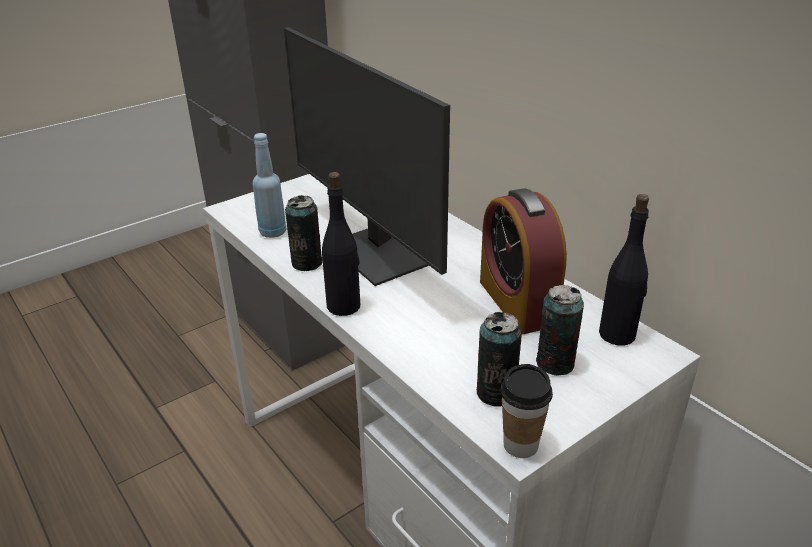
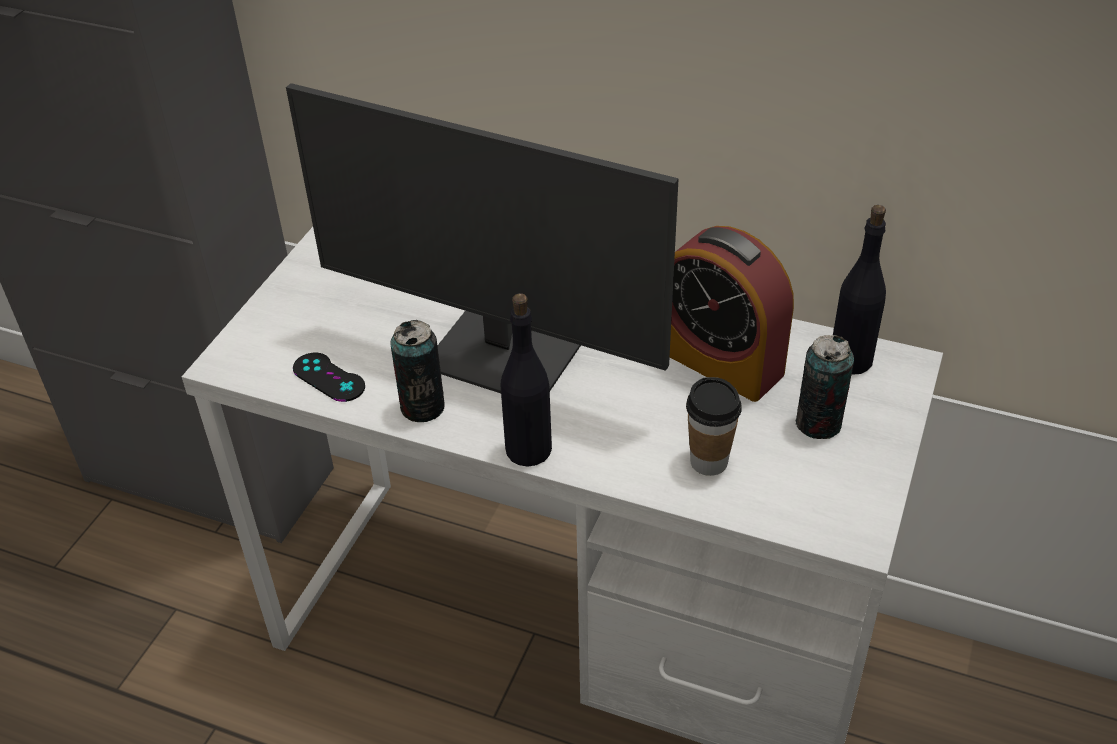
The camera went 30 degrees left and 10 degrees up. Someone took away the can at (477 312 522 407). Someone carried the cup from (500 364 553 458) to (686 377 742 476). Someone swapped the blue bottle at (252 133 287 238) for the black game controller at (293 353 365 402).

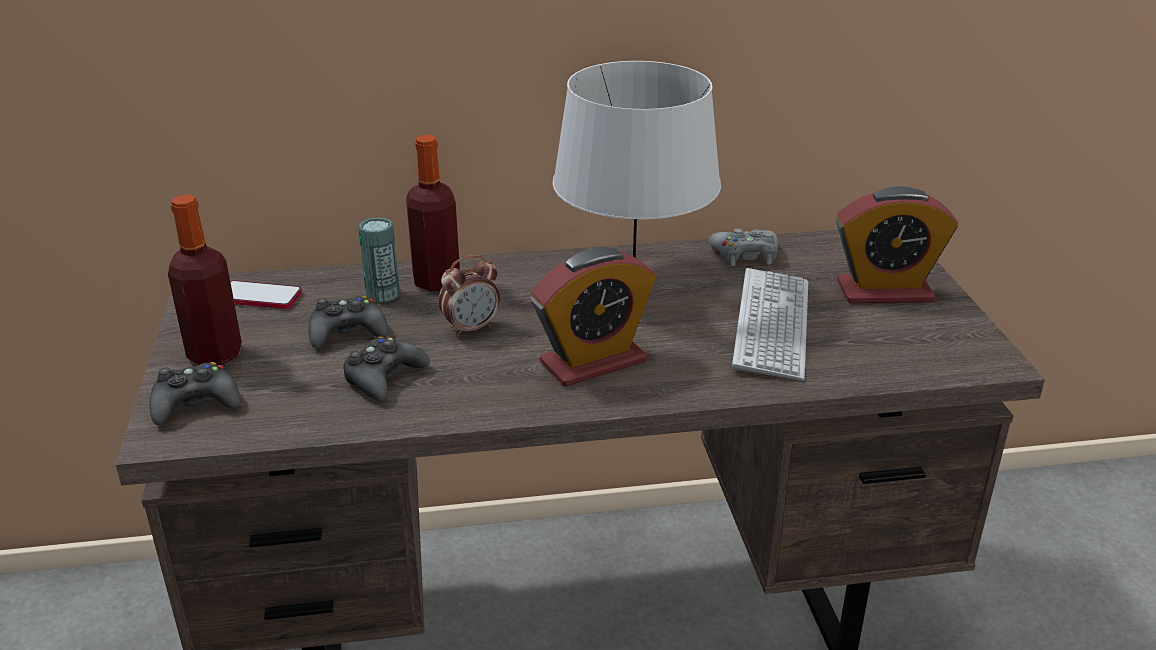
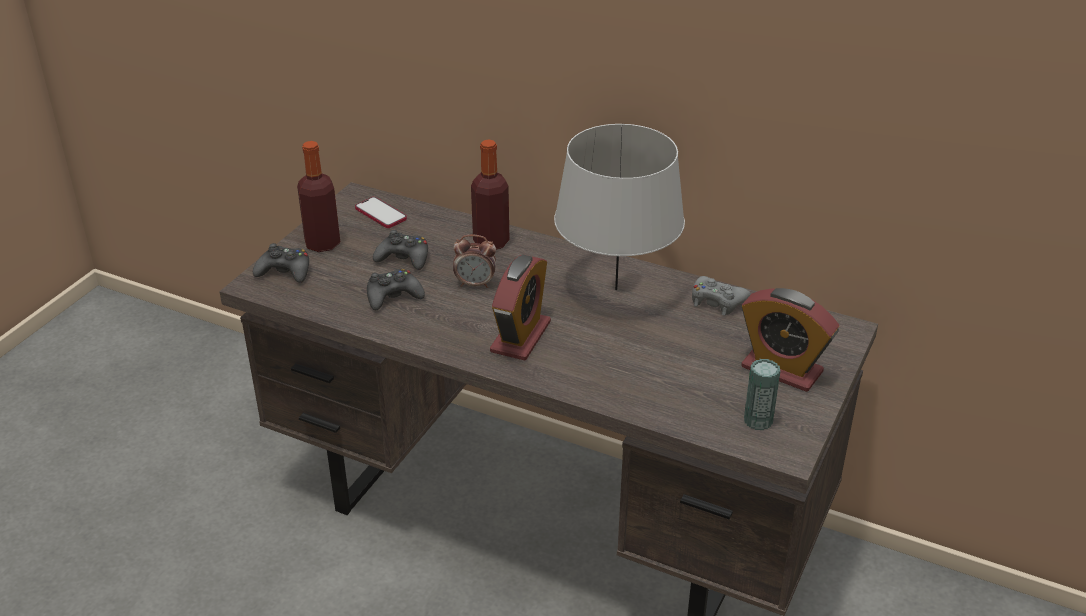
The camera went 35 degrees right and 5 degrees up. Someone took away the keyboard at (732 268 808 380). Someone carried the can from (358 217 400 303) to (744 359 780 430). Someone rotated the alarm clock at (531 247 656 387) by 75 degrees counterclockwise.

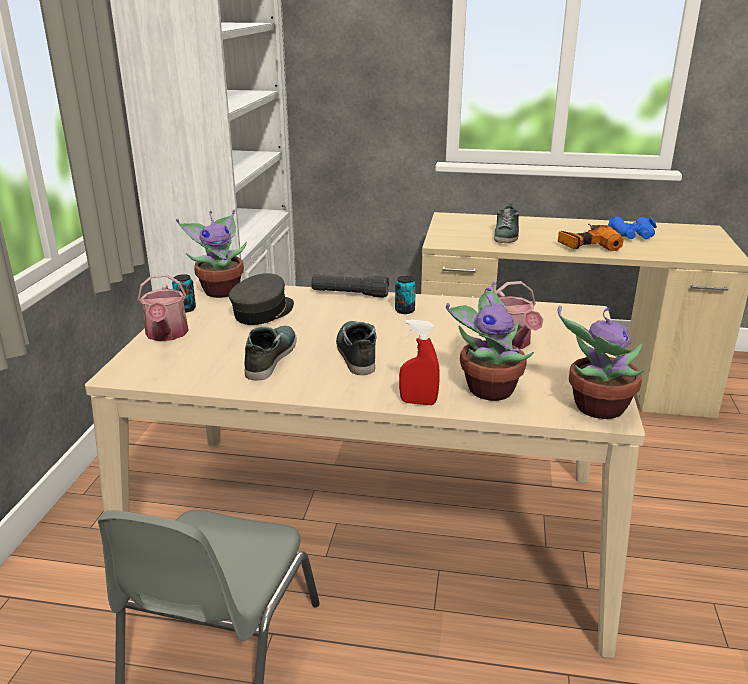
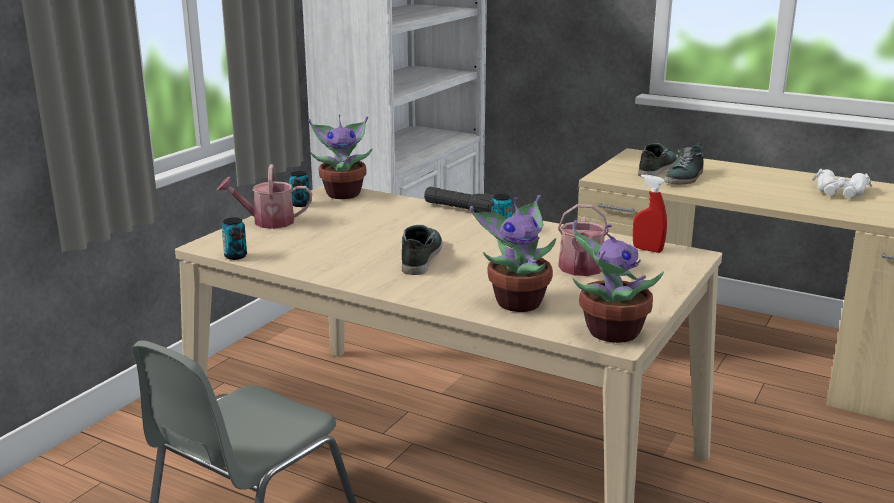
The camera went 20 degrees right and 5 degrees down. Someone took away the grey cap at (229 273 294 325). Someone took away the power drill at (558 223 624 251). Someone put down the can at (222 217 247 260). Someone carried the shoe from (244 326 297 381) to (638 143 677 176). Someone carried the red spray bottle from (399 320 440 405) to (633 175 667 253). Someone repainted the blue binoculars at (608 217 657 240), which became the white binoculars at (812 169 873 198). Someone rotated the watering can at (138 274 189 341) by 75 degrees clockwise.

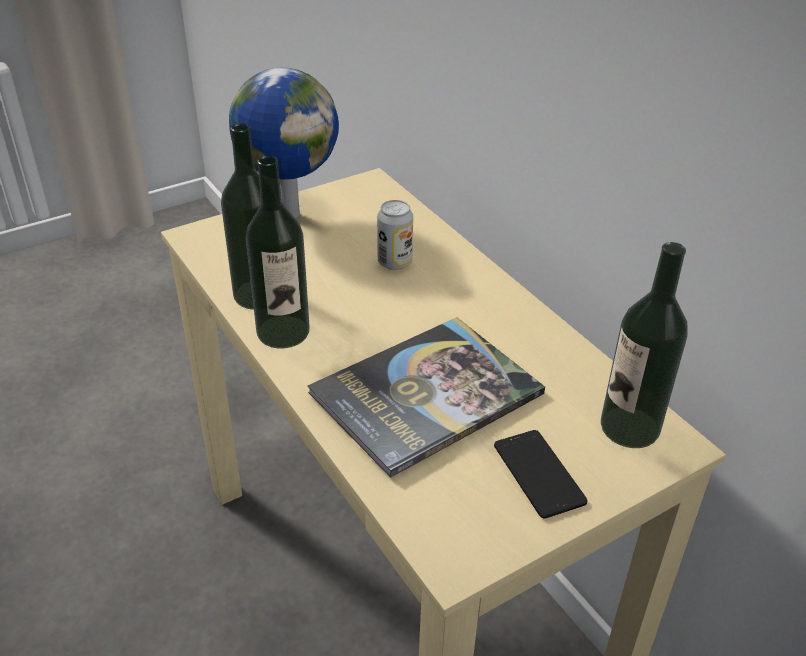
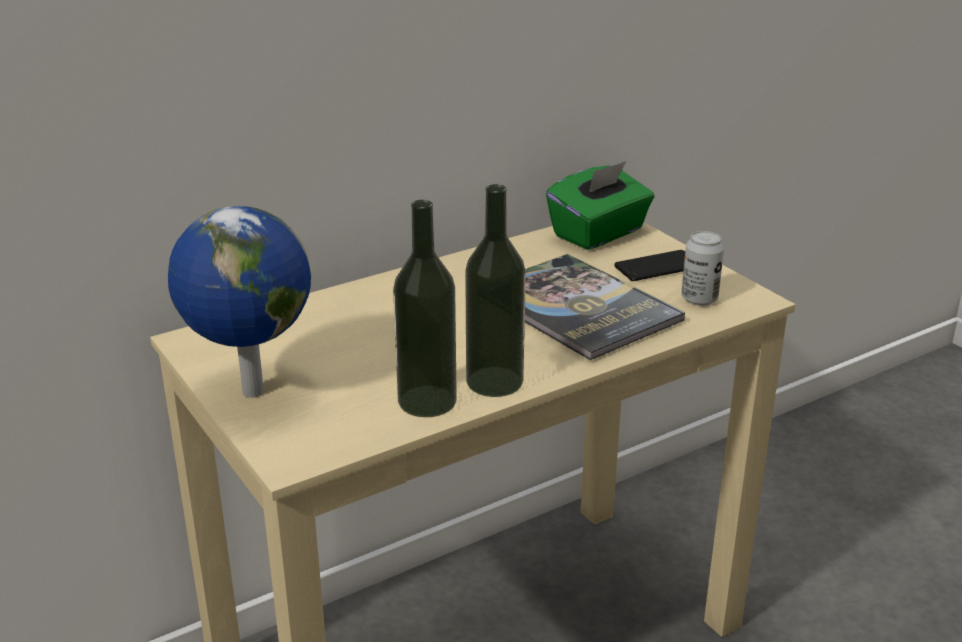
The camera went 90 degrees left and 10 degrees down. Someone carried the can from (377 200 413 270) to (681 231 724 306). Someone swapped the bottle at (601 242 688 448) for the green tissue box at (546 161 654 250).

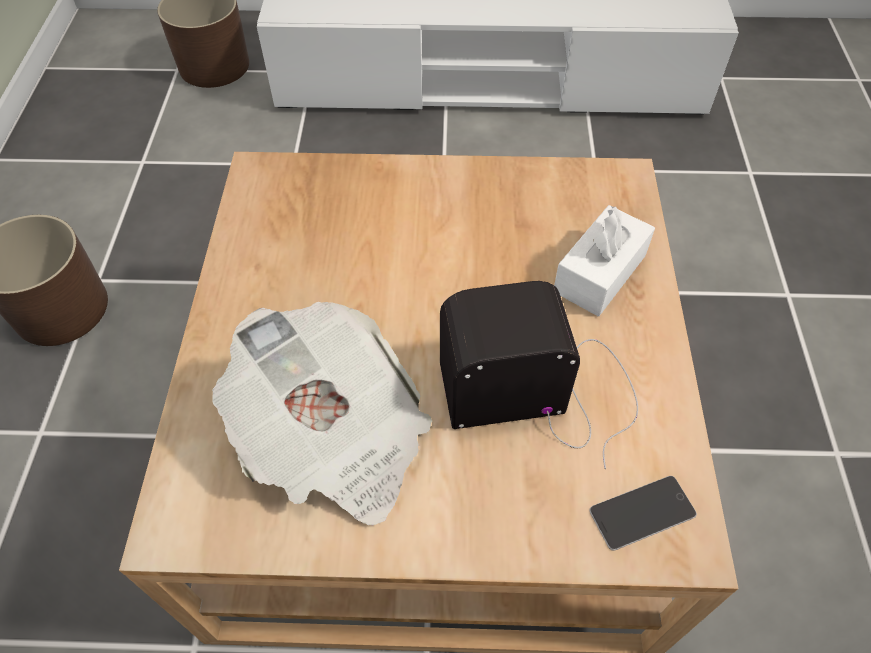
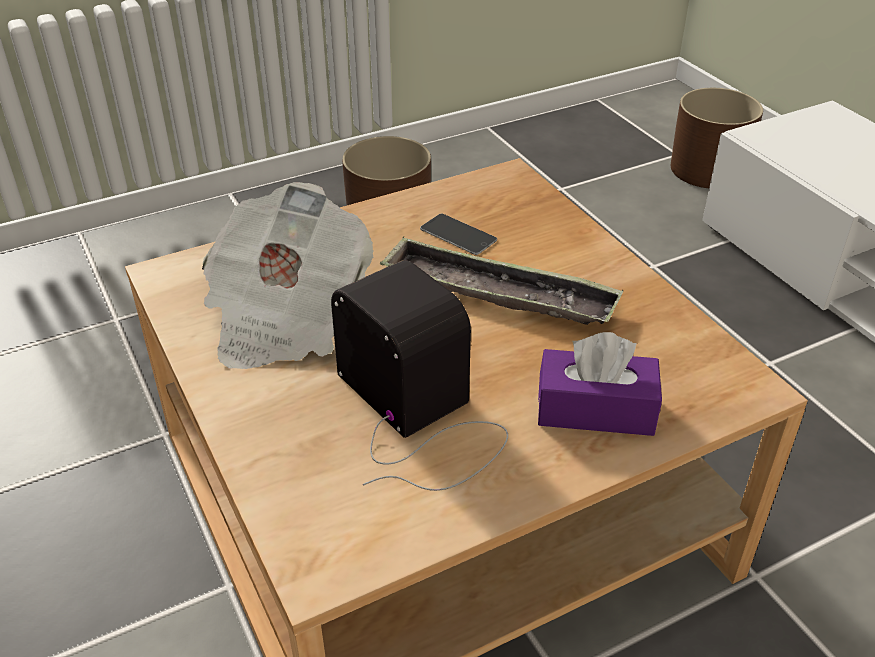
The camera went 60 degrees right and 15 degrees down. Someone put down the tray at (380 237 624 325). Someone carried the phone from (589 476 697 551) to (420 214 497 255). Someone repainted the white tissue box at (554 205 655 316), which became the purple tissue box at (538 332 662 436).

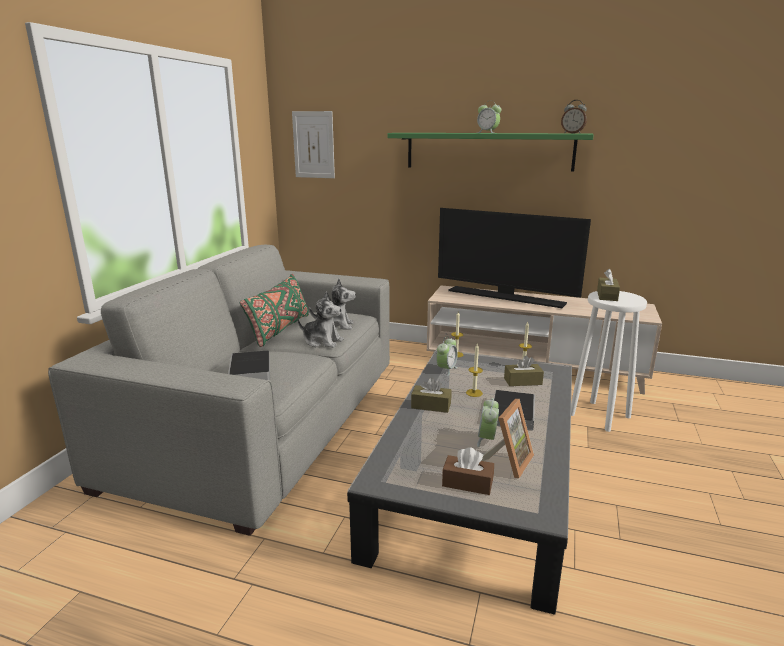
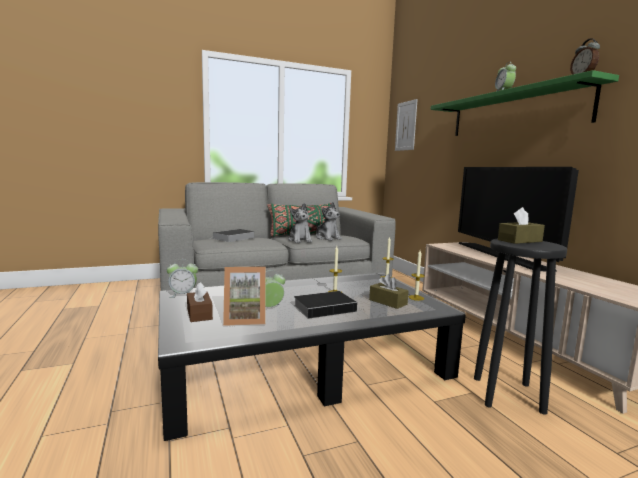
The camera went 50 degrees right and 10 degrees down. Someone took away the brown tissue box at (411 378 452 413). Someone carried the alarm clock from (436 336 458 376) to (167 259 198 298). Someone repainted the white stool at (571 291 647 432), which became the black stool at (474 238 567 415).

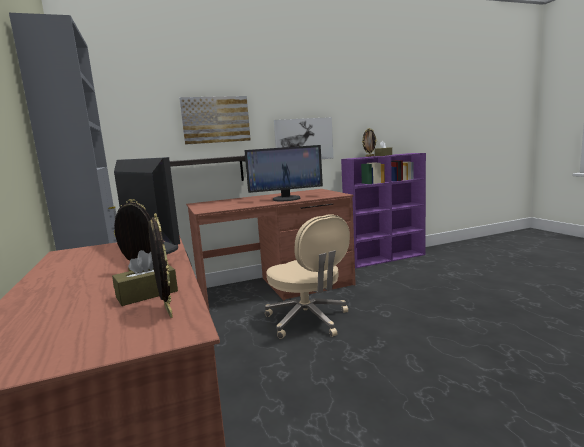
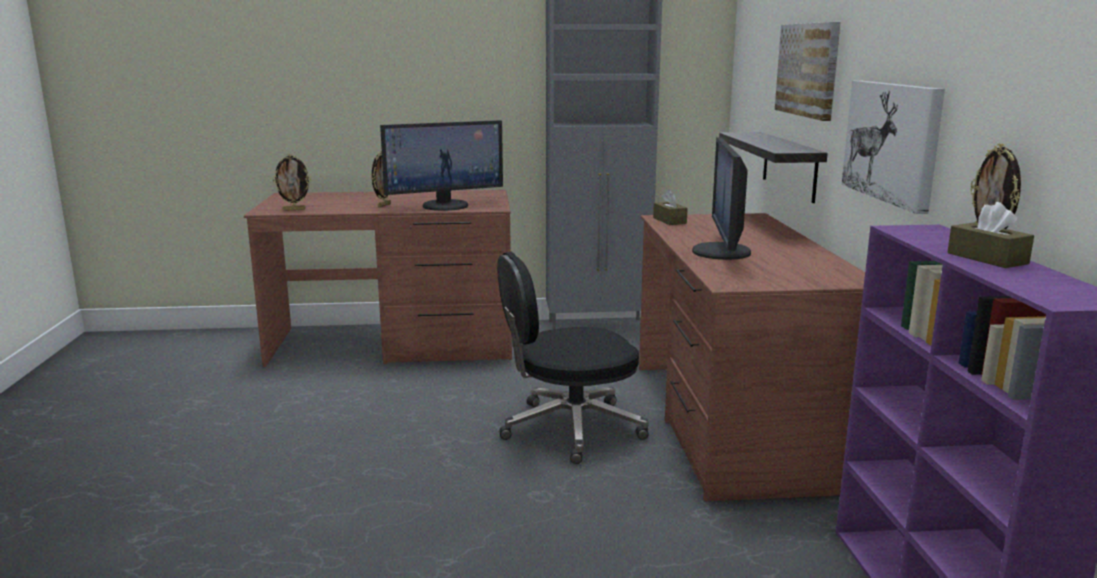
The camera went 105 degrees right and 5 degrees up. Someone carried the brown tissue box from (112 250 178 306) to (653 190 688 225). Someone repainted the beige office chair at (265 214 350 339), which became the black office chair at (497 252 649 464).

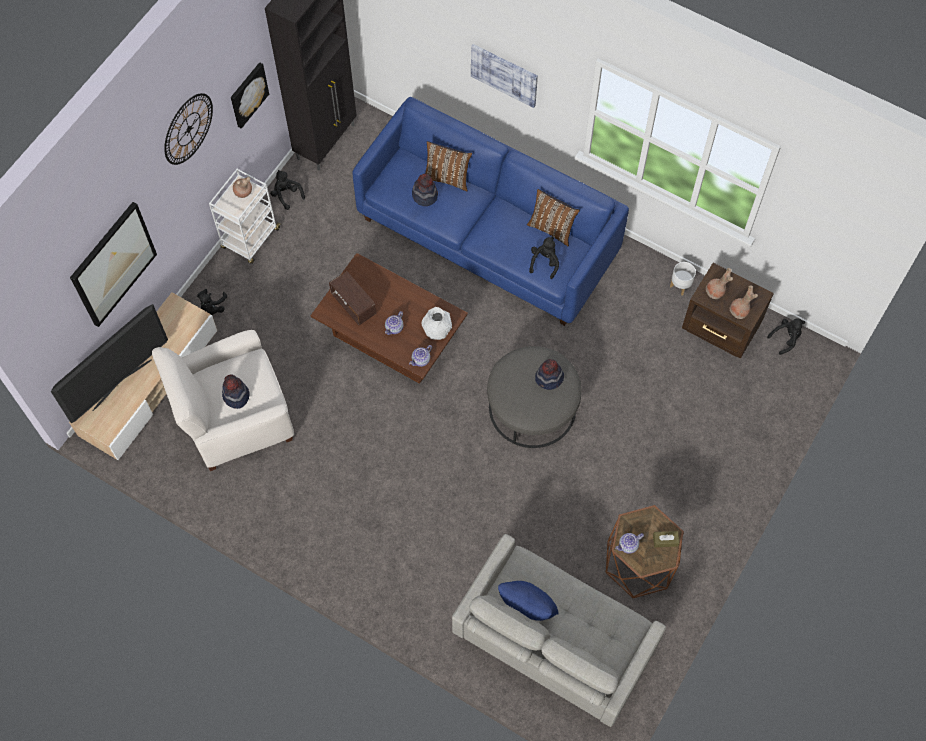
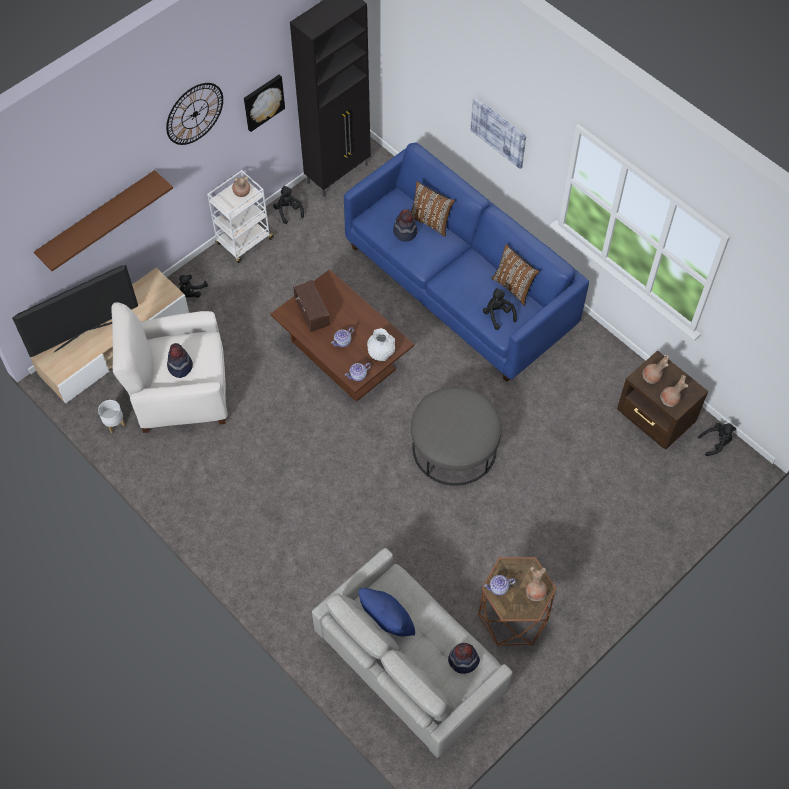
The camera went 15 degrees right and 5 degrees down. Someone carried the hat from (535 359 564 390) to (448 643 480 674). Someone carried the white planter from (670 262 696 295) to (98 400 125 433). Someone swapped the picture at (70 202 157 327) for the brown shelf at (34 170 173 271). Someone swapped the brown tissue box at (653 531 679 548) for the brown vase at (526 567 547 601). Someone rotated the black plush toy at (529 237 559 279) by 60 degrees counterclockwise.

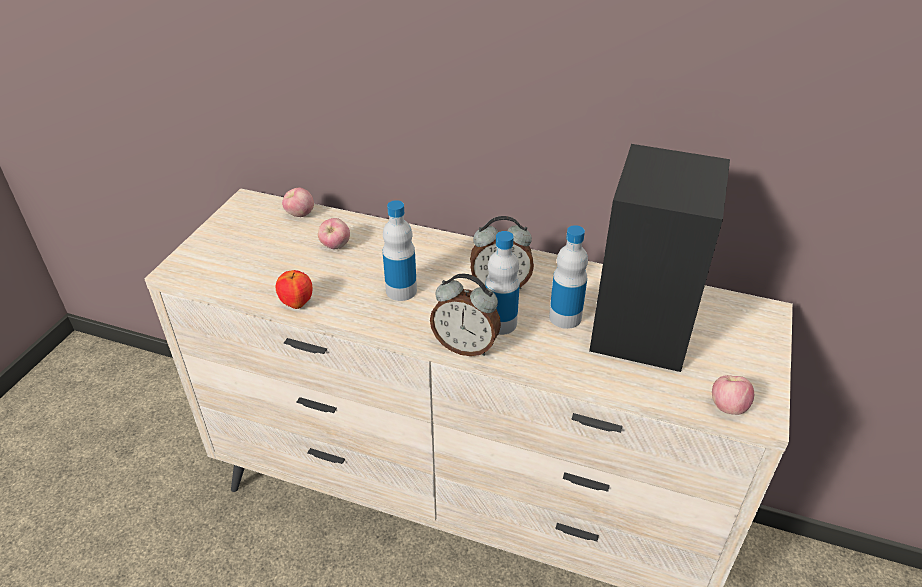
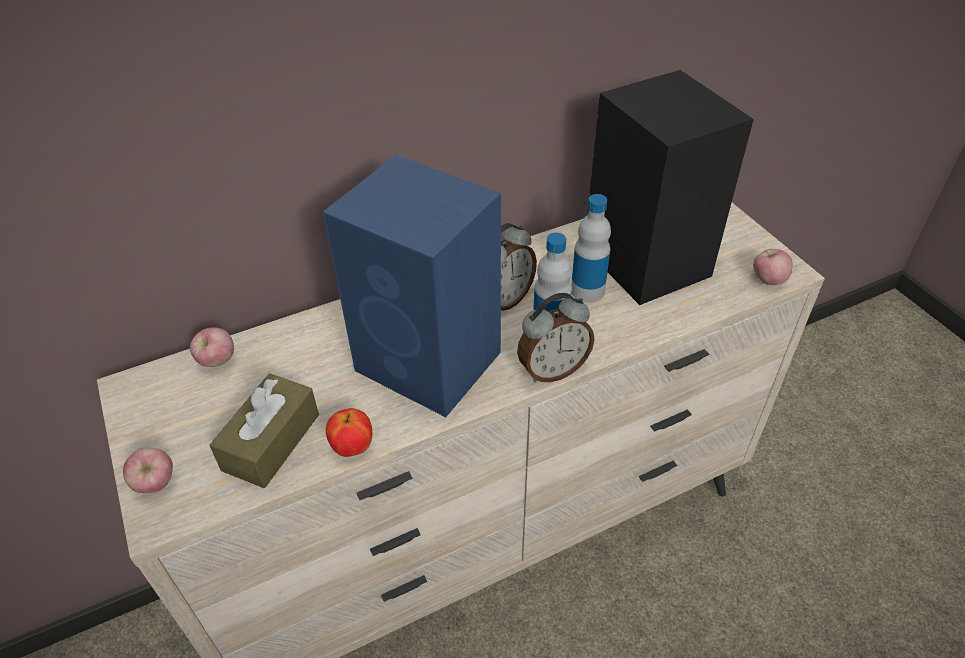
The camera went 45 degrees left and 5 degrees up. Someone put down the brown tissue box at (210 373 319 488). Someone carried the apple from (318 218 350 249) to (123 448 173 493). Someone swapped the bottle at (383 200 417 301) for the blue speaker at (323 155 501 417).

